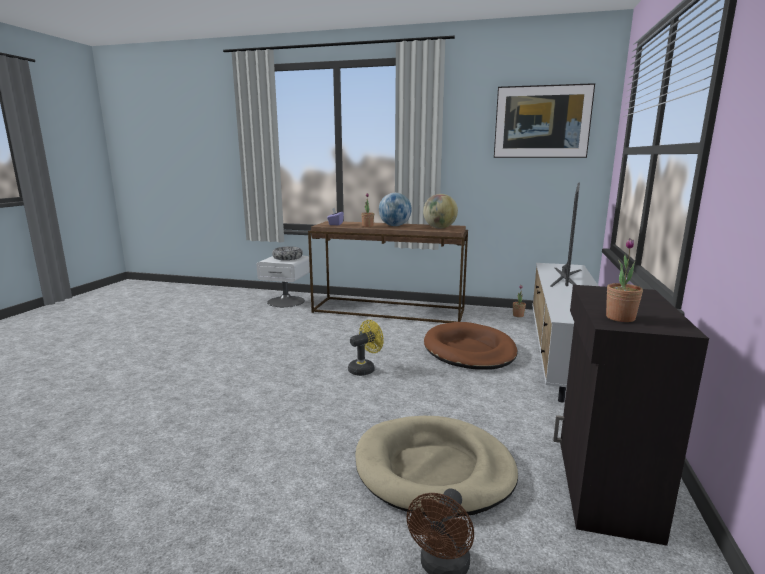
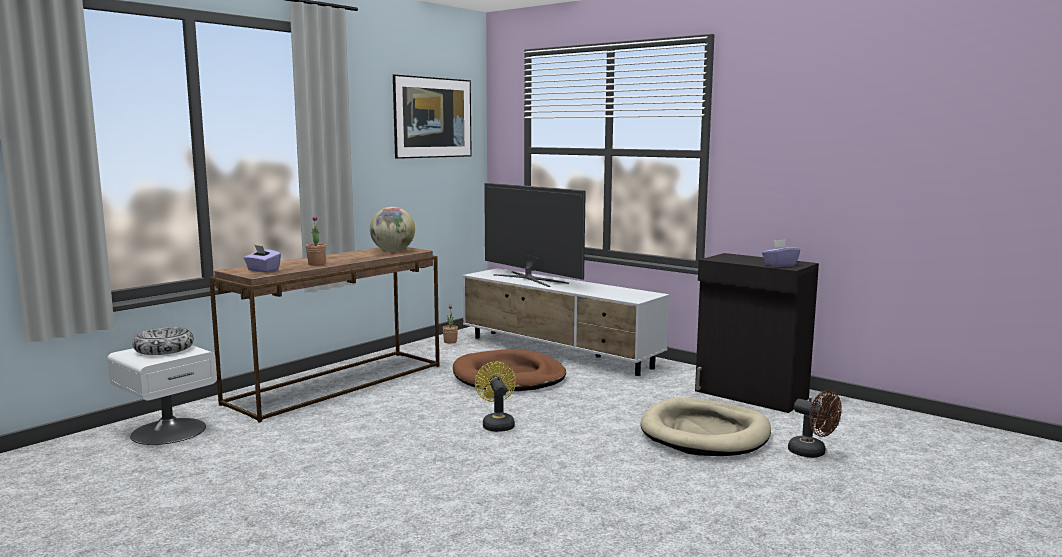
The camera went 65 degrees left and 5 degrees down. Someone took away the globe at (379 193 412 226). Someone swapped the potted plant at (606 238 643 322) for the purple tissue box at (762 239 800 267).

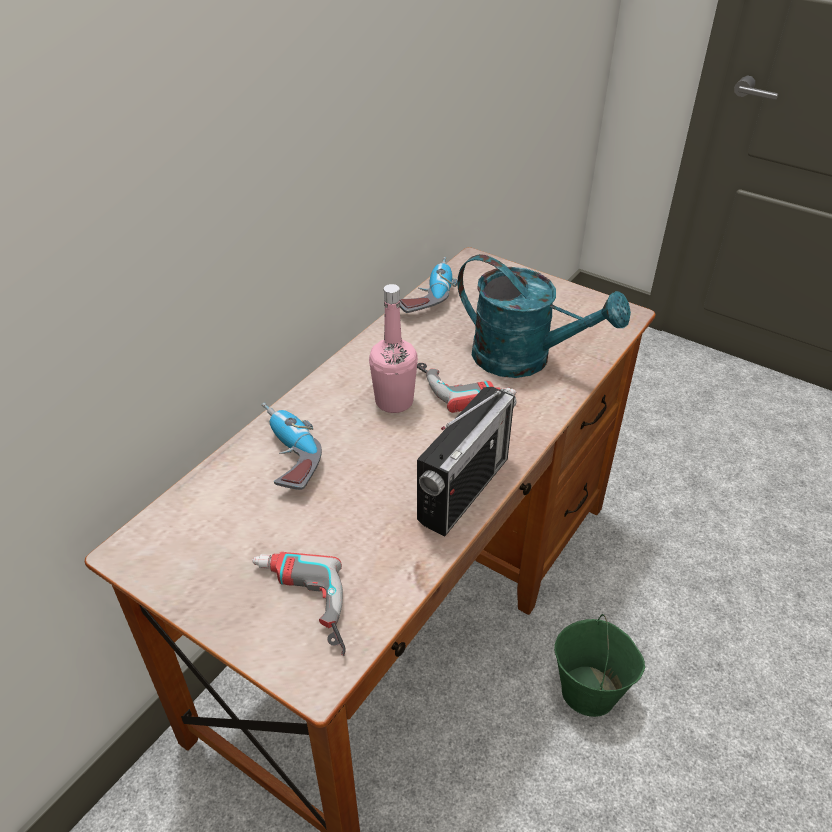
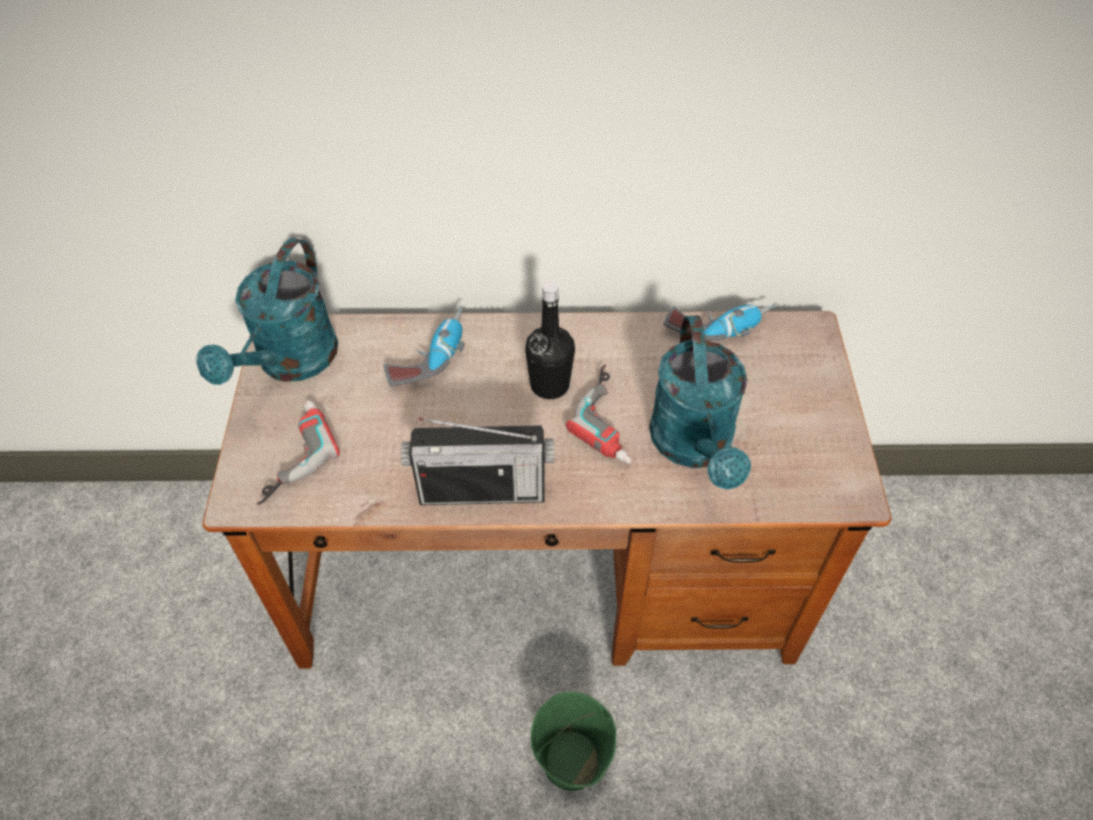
The camera went 55 degrees right and 10 degrees up. Someone put down the turquoise watering can at (196 238 338 385). Someone repainted the pink bottle at (369 284 418 413), which became the black bottle at (525 281 575 399).

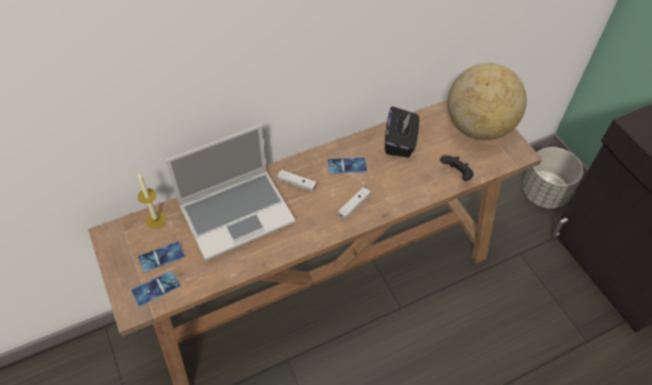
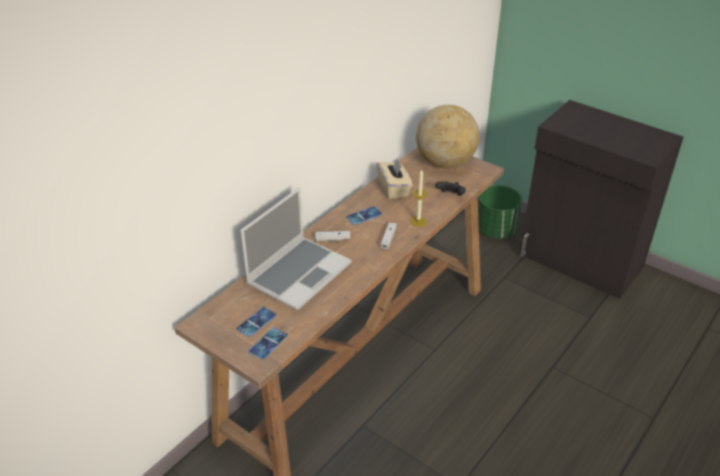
The camera went 25 degrees left and 15 degrees down. Someone carried the candle from (137 173 167 229) to (410 169 427 227). Someone repainted the black tissue box at (385 106 419 157), which became the beige tissue box at (376 158 413 199). Someone repainted the grey planter at (522 147 583 209), which became the green planter at (478 185 522 238).

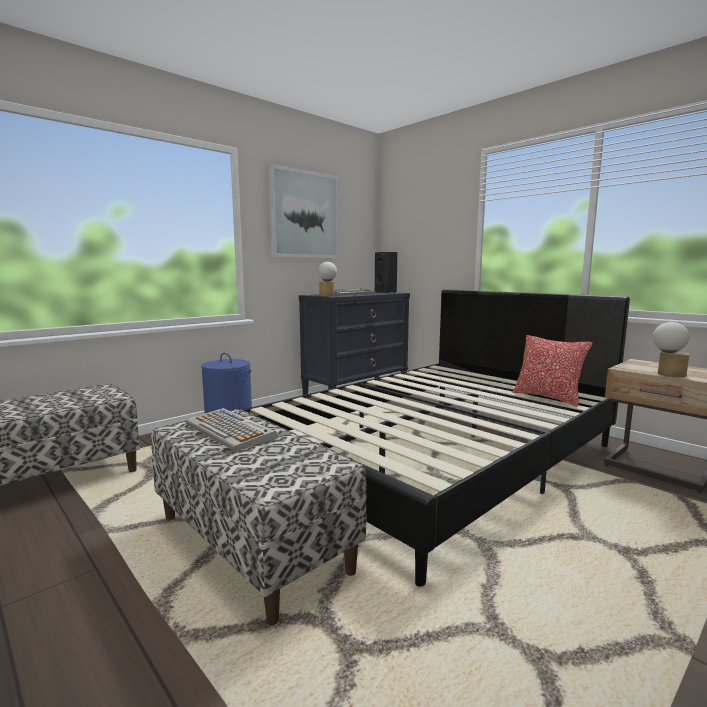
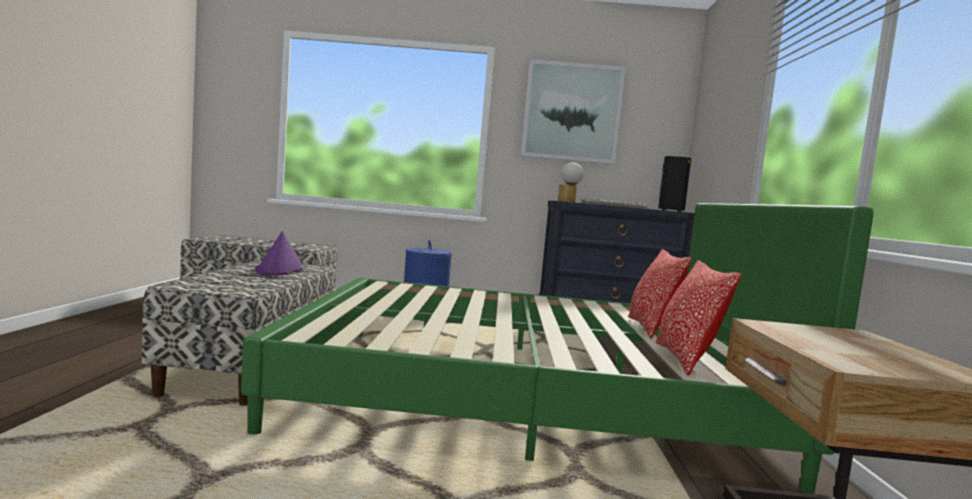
The camera went 45 degrees right and 5 degrees down. Someone took away the table lamp at (653 322 689 377). Someone put down the pillow at (628 249 692 339). Someone swapped the keyboard at (186 408 277 451) for the purple hat at (255 231 304 275). Someone repainted the black bed at (243 289 630 587), which became the green bed at (241 203 873 494).

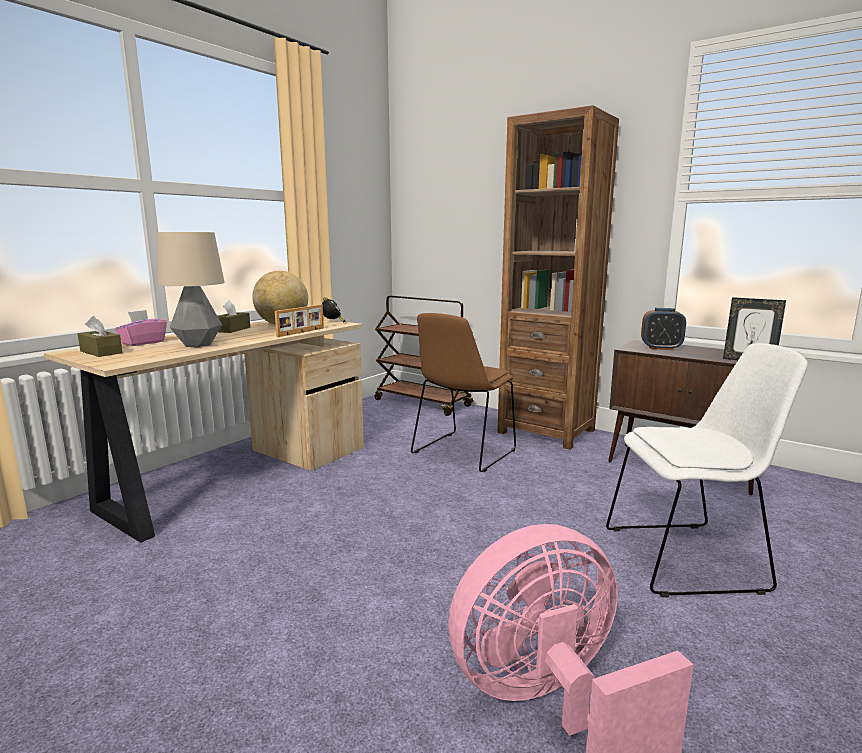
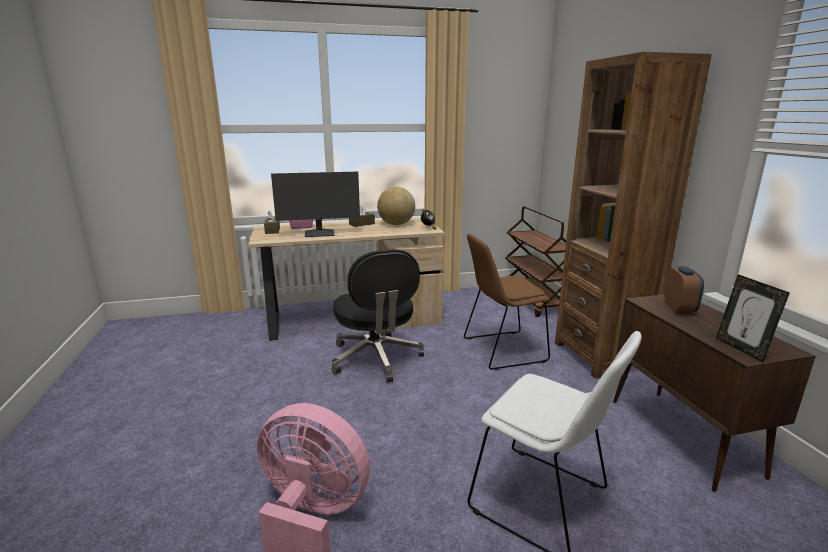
The camera went 40 degrees right and 5 degrees up. Someone took away the picture frame at (275 305 324 337). Someone put down the black office chair at (332 249 424 382). Someone swapped the table lamp at (157 232 225 347) for the monitor at (271 172 360 237). Someone rotated the alarm clock at (641 308 686 350) by 135 degrees counterclockwise.

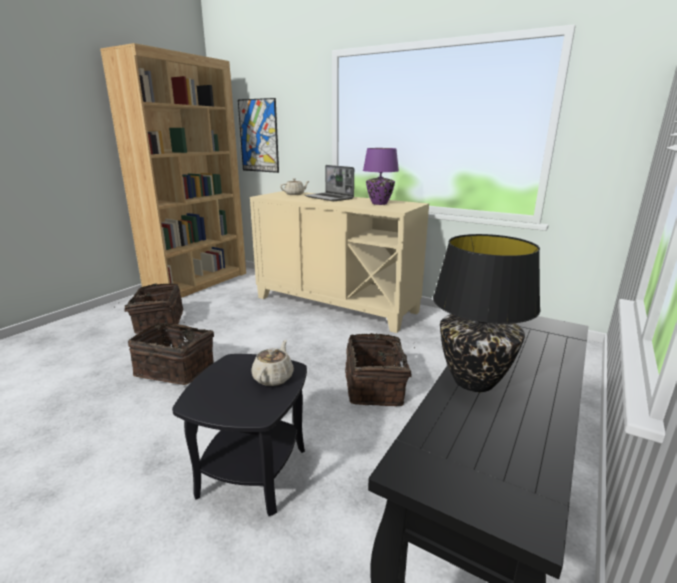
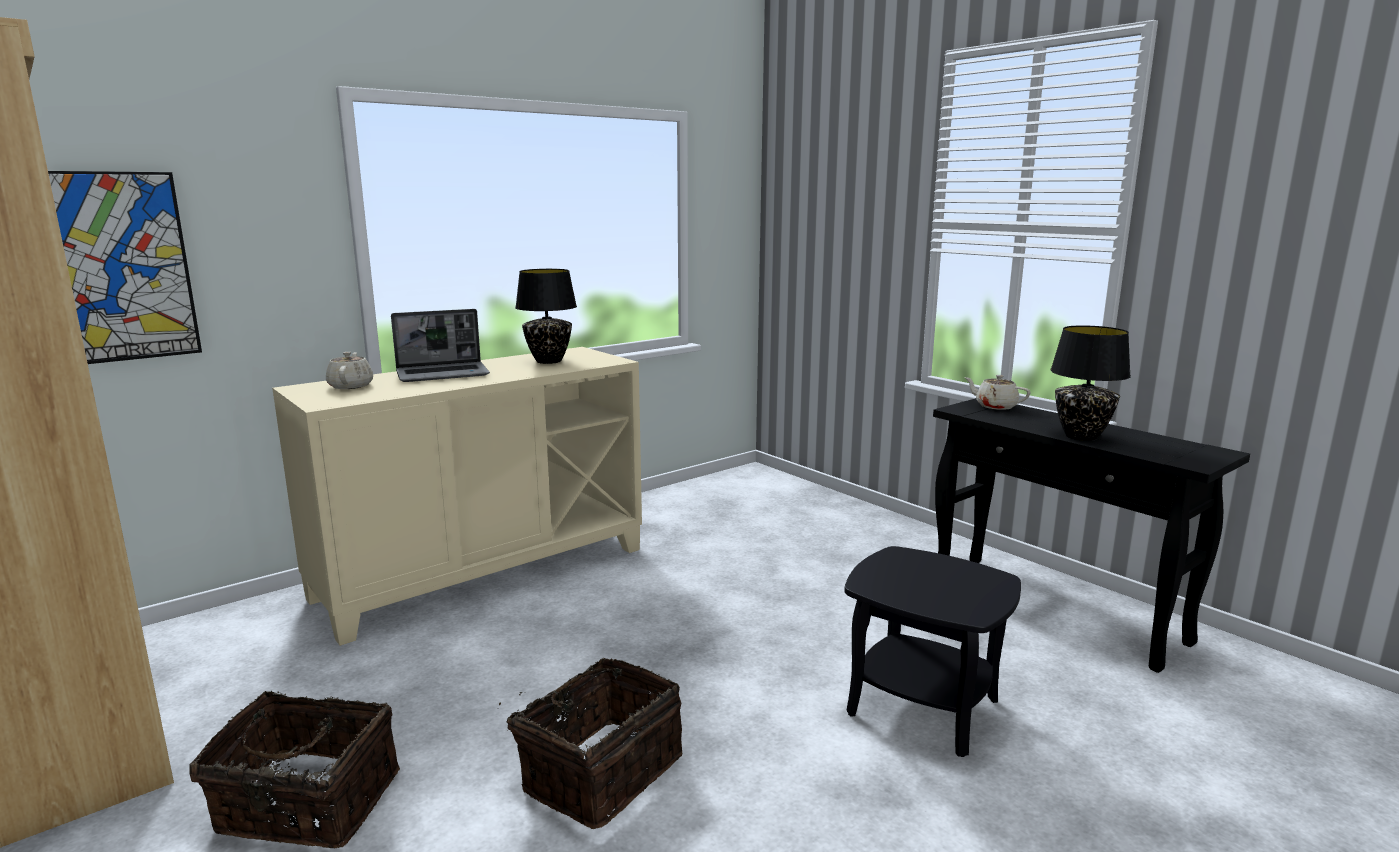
The camera went 70 degrees left and 5 degrees down. Someone took away the basket at (345 333 415 406). Someone carried the beige teapot from (251 340 294 386) to (964 375 1031 410). Someone repainted the purple table lamp at (363 148 399 205), which became the black table lamp at (515 269 577 364).

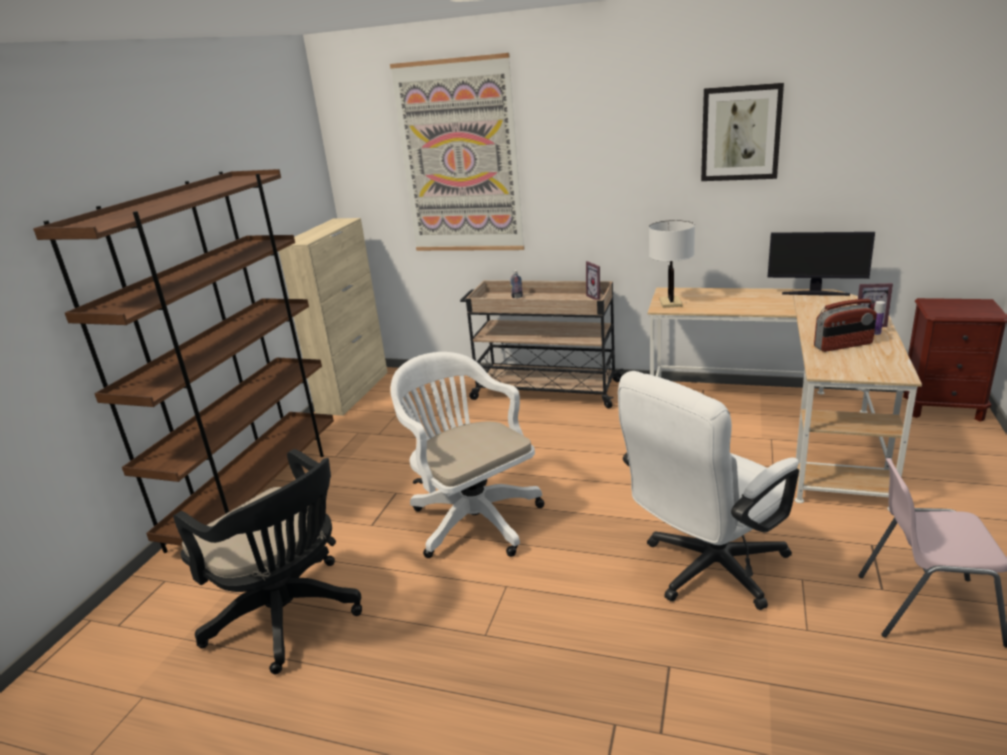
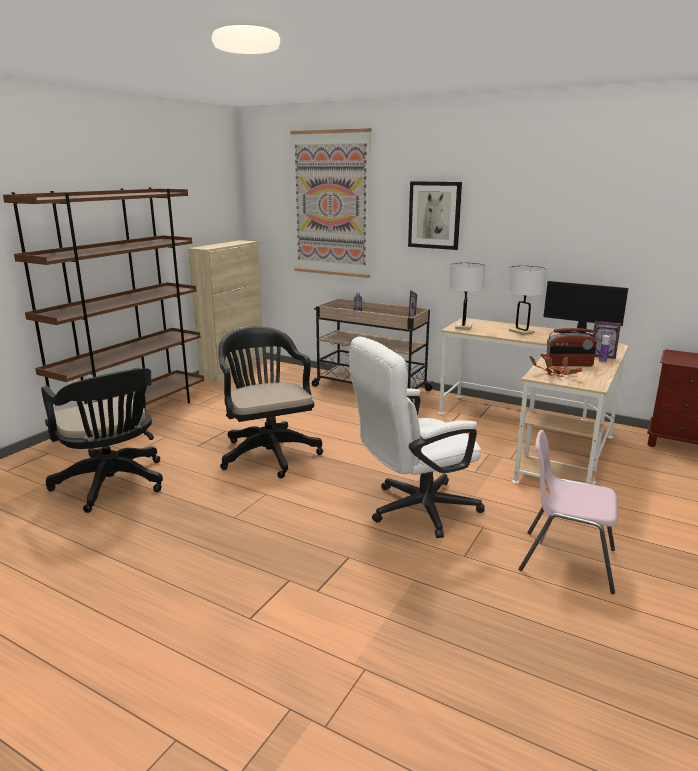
The camera went 10 degrees right and 5 degrees down. Someone put down the white table lamp at (507 266 547 335). Someone put down the potted plant at (529 353 583 377). Someone carried the picture from (701 83 784 181) to (408 181 462 250). Someone repainted the white office chair at (390 352 544 558), which became the black office chair at (218 326 323 479).

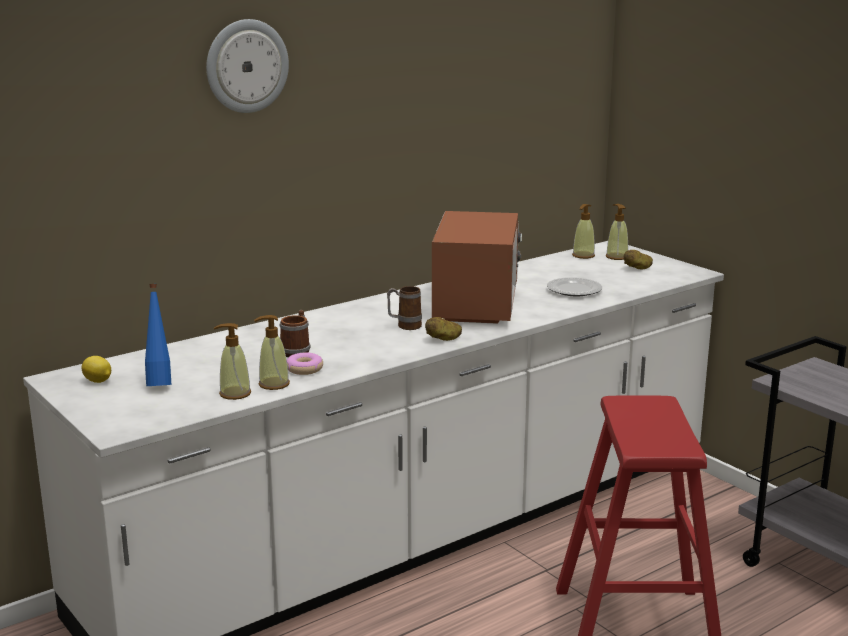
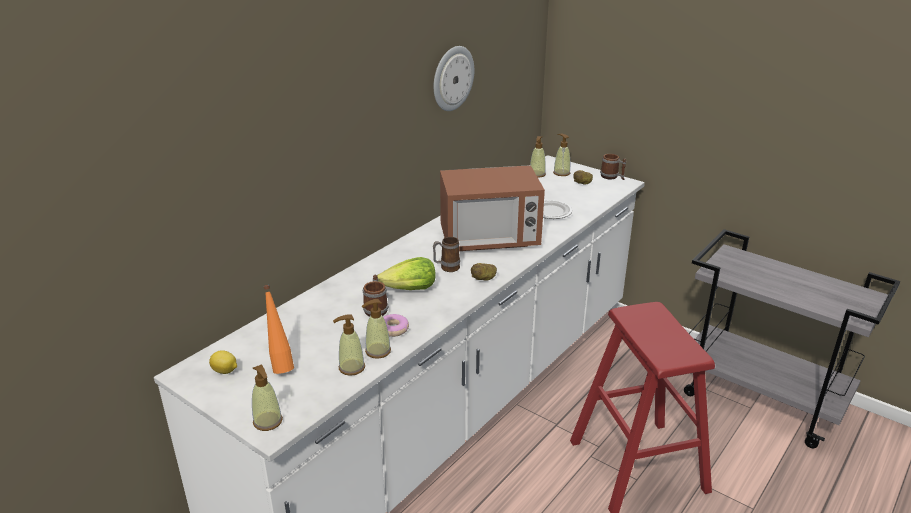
The camera went 15 degrees left and 10 degrees up. Someone put down the soap dispenser at (252 364 283 431). Someone put down the lettuce at (377 257 435 290). Someone put down the mug at (600 154 626 180). Someone carried the wall clock from (206 19 289 113) to (434 46 474 111). Someone repainted the blue bottle at (145 284 171 386), which became the orange bottle at (263 285 294 374). Someone rotated the microwave at (432 211 522 324) by 90 degrees clockwise.

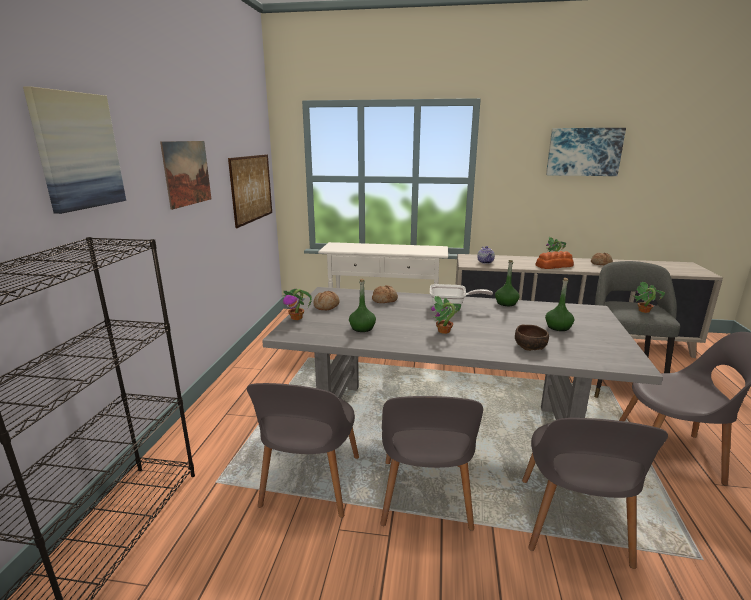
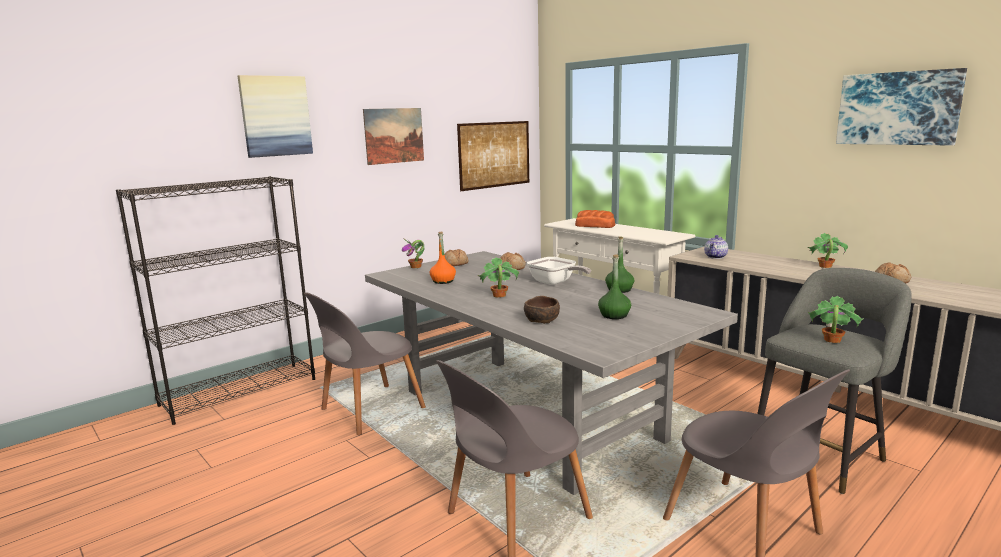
The camera went 40 degrees right and 5 degrees down. Someone took away the grey chair at (380 396 483 531). Someone carried the bread from (536 251 574 269) to (575 210 615 228). Someone repainted the green bottle at (349 279 376 332), which became the orange bottle at (430 232 456 284).

